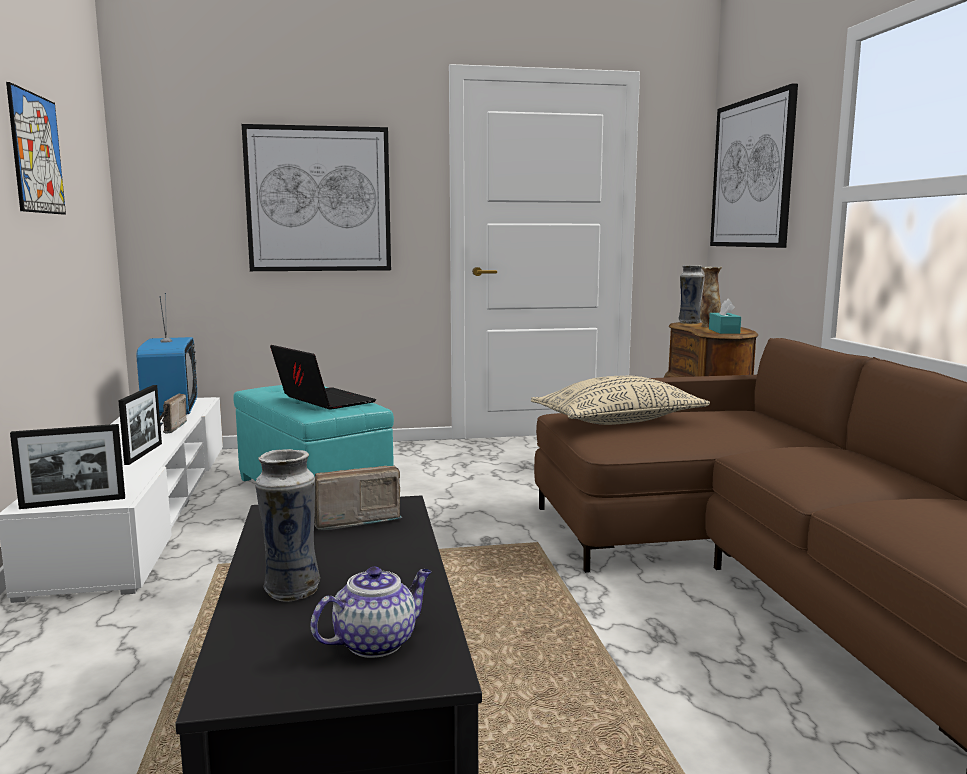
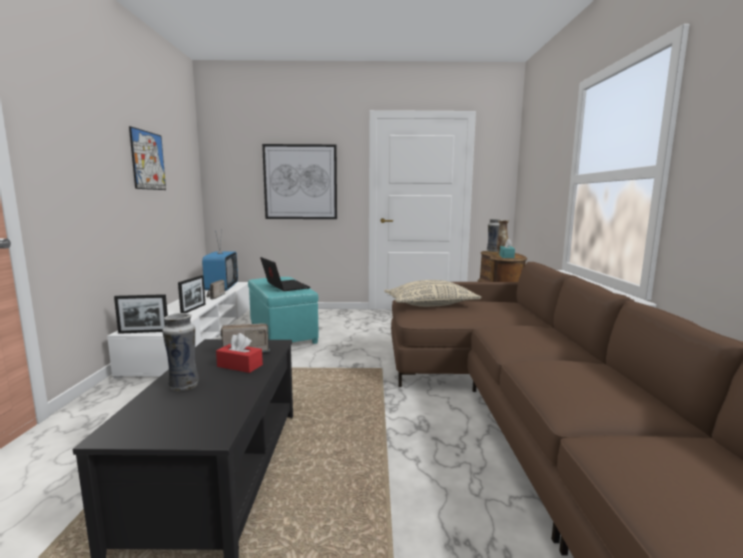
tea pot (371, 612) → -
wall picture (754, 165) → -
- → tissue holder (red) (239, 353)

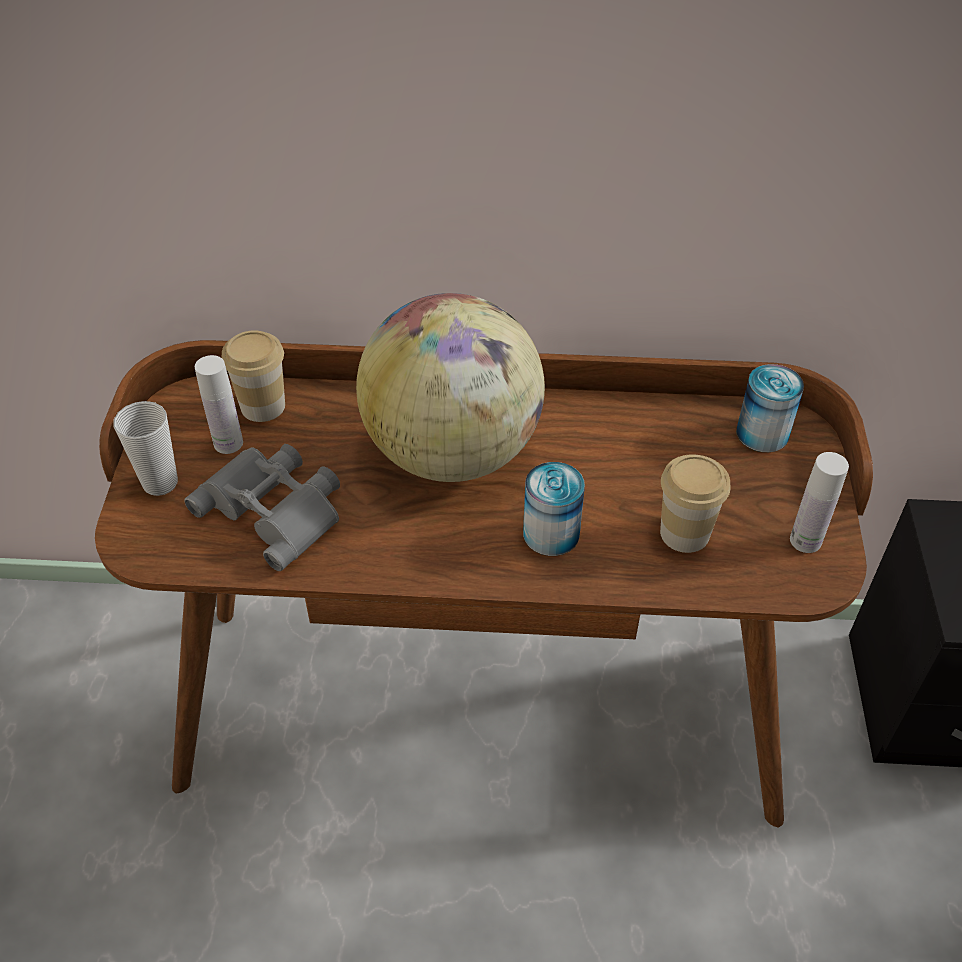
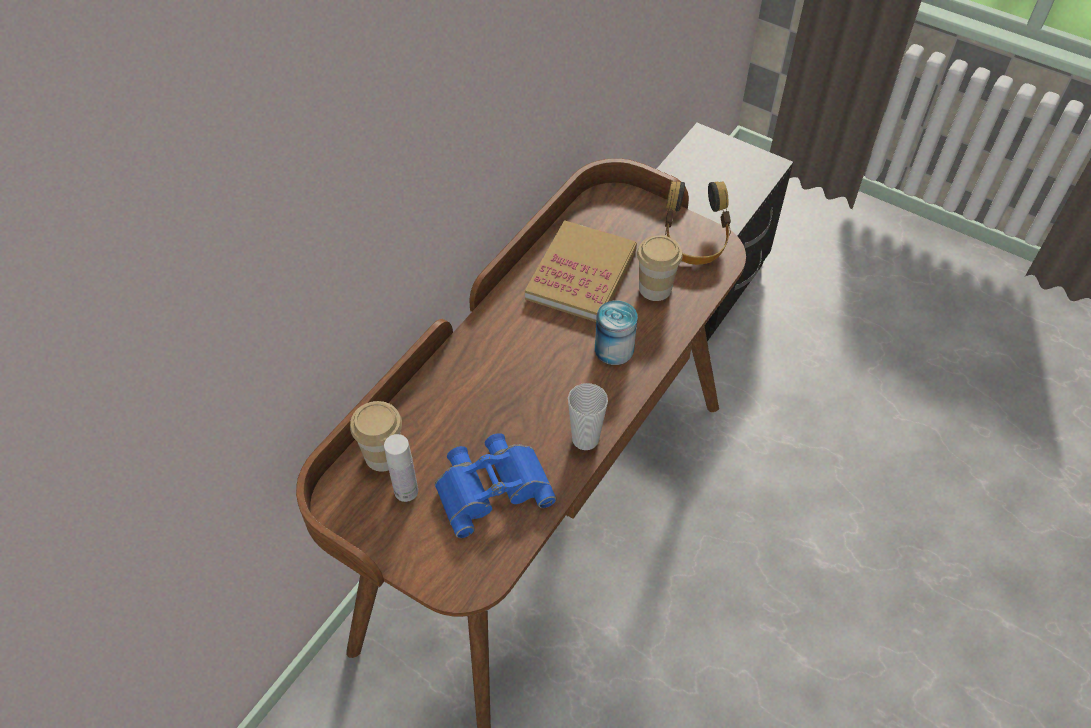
small cup (145, 448) → small cup (588, 416), relocated
pair of binoculars (greyish) (262, 507) → pair of binoculars (blue) (496, 485)
world globe (450, 387) → -
metal can (770, 408) → -
drink bottle (white-coloured) (819, 502) → headset (698, 223)
- → volume (581, 271)

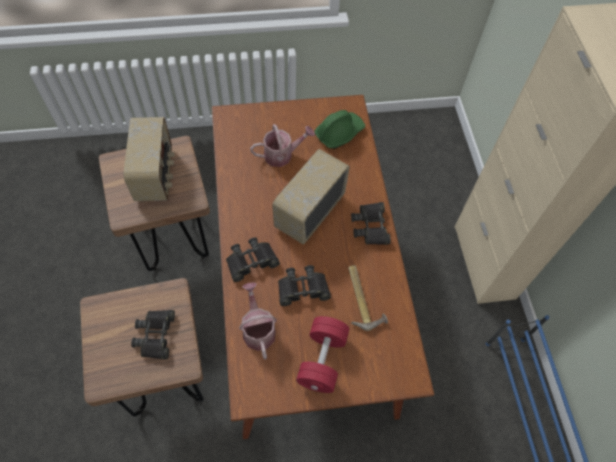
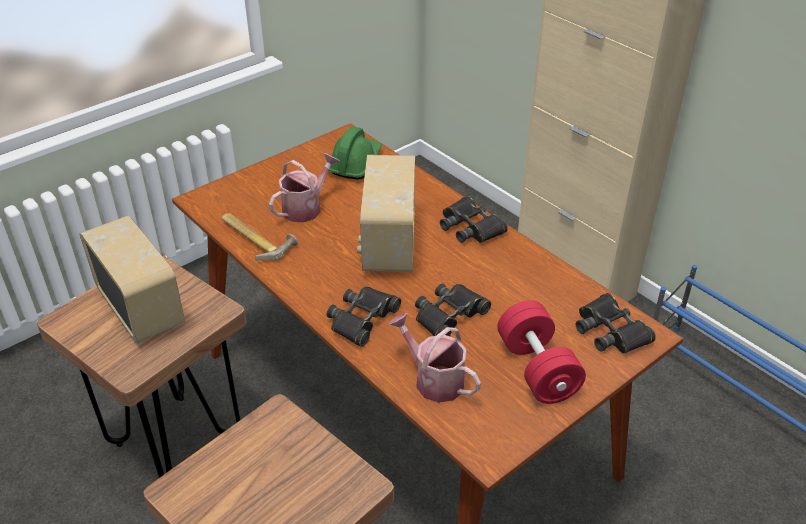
pair of binoculars (black) (153, 335) → pair of binoculars (black) (616, 323), relocated
tool hammer (368, 298) → tool hammer (260, 237), relocated

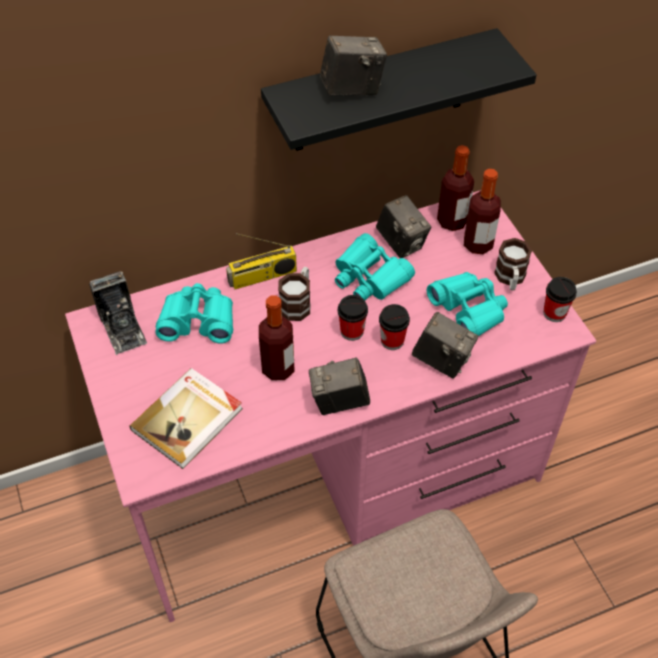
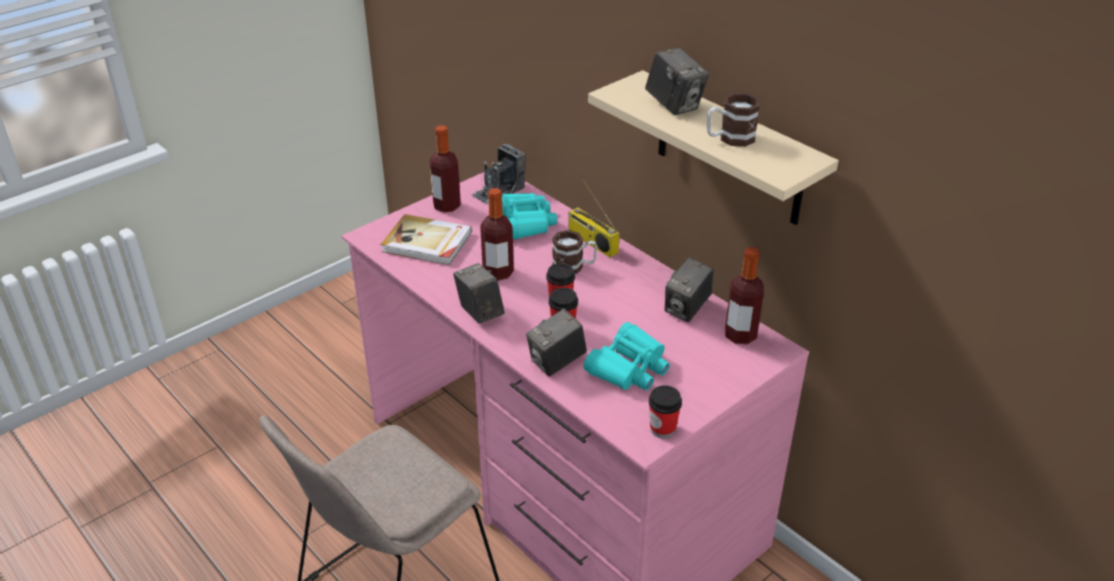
wall shelf (black) (399, 89) → wall shelf (beige-coloured) (713, 147)
pair of binoculars (turquoise) (375, 266) → -
photo camera (445, 345) → photo camera (556, 342), 45 degrees clockwise
drink bottle (482, 211) → drink bottle (445, 168), relocated
mug (513, 264) → mug (733, 120), relocated

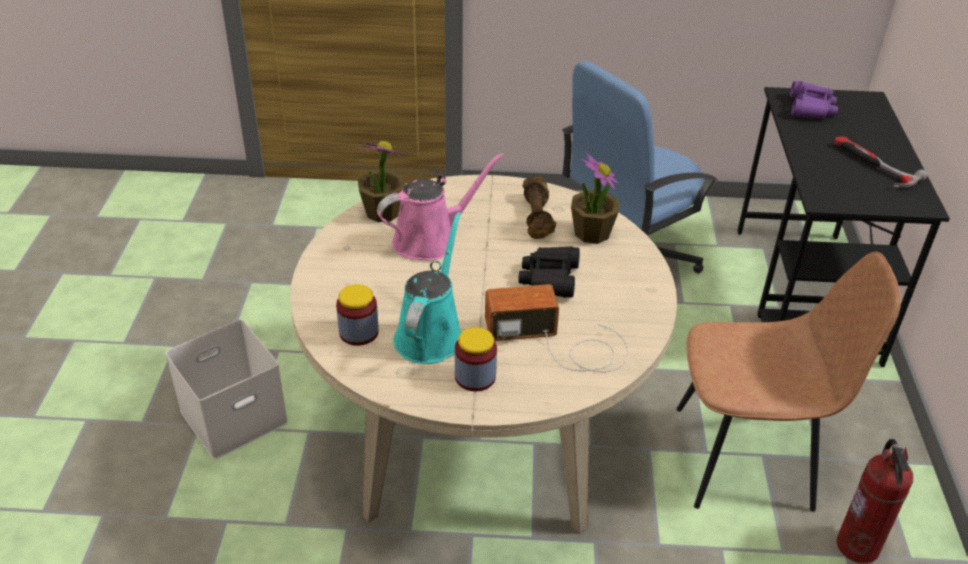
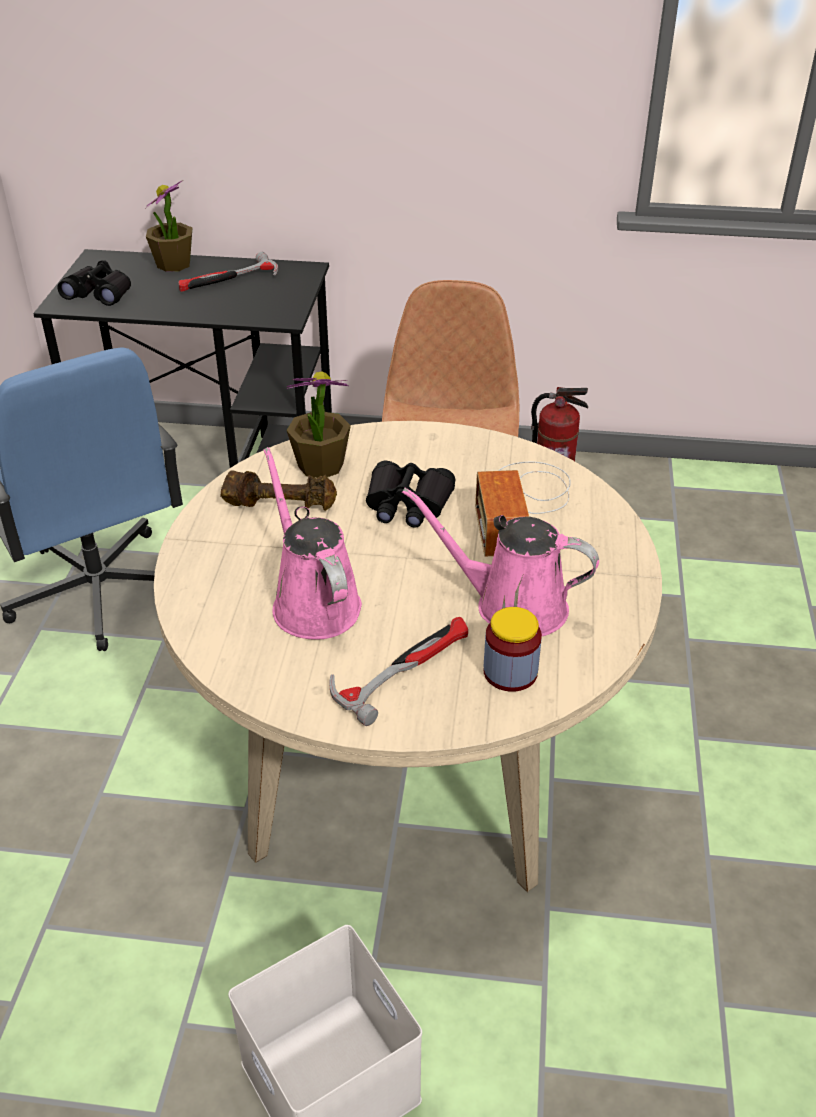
potted plant (381, 181) → potted plant (168, 226), relocated
watering can (turquoise) (427, 288) → watering can (pinkish) (500, 562)
preserve jar (476, 359) → -
pair of binoculars (purple-coloured) (814, 100) → pair of binoculars (black) (94, 283)
- → tool hammer (398, 671)

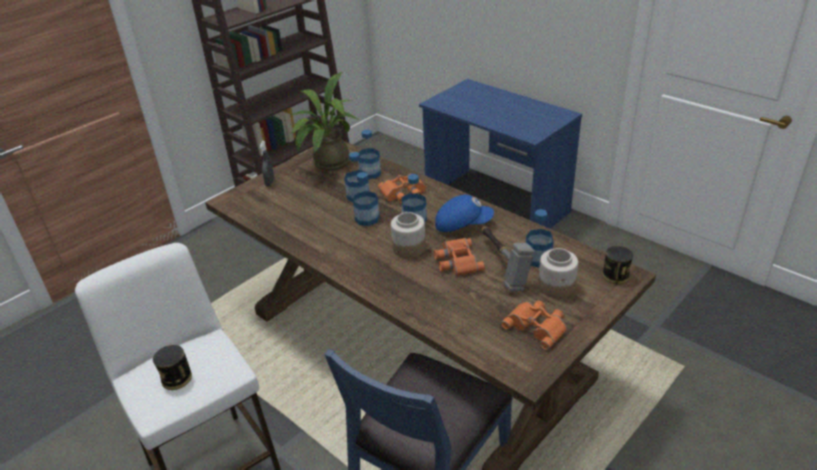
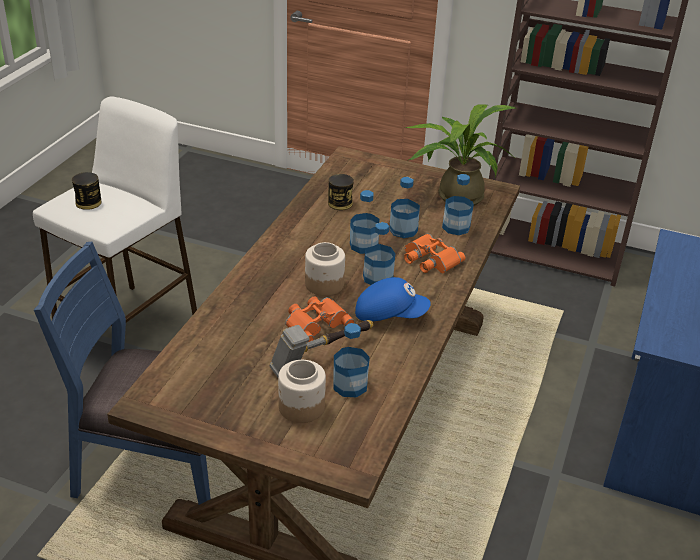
spray bottle (greyish) (267, 163) → -
cap (blue) (464, 213) → cap (blue) (393, 299), 60 degrees counterclockwise
pair of binoculars (orange-coloured) (534, 325) → -
metal can (618, 265) → metal can (341, 192), relocated

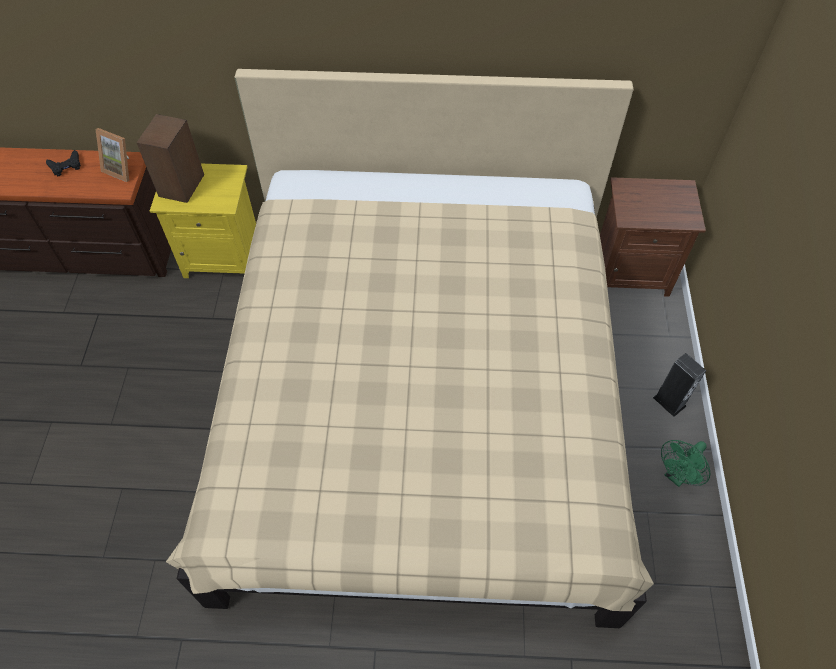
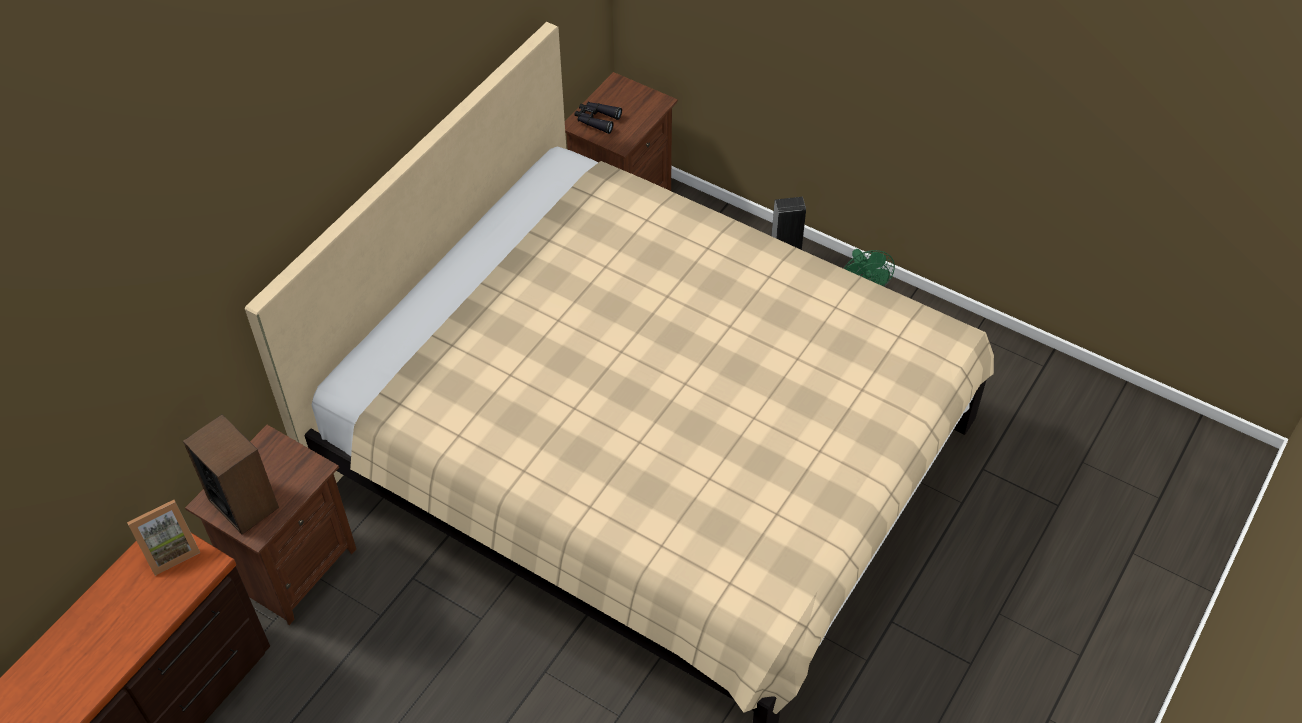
joypad (black) (63, 163) → -
night table (yellow) (203, 221) → night table (brown-coloured) (270, 525)
- → pair of binoculars (black) (598, 118)

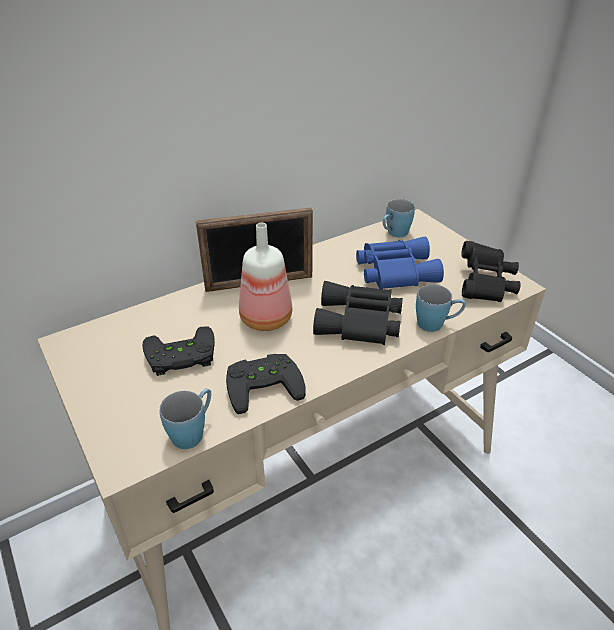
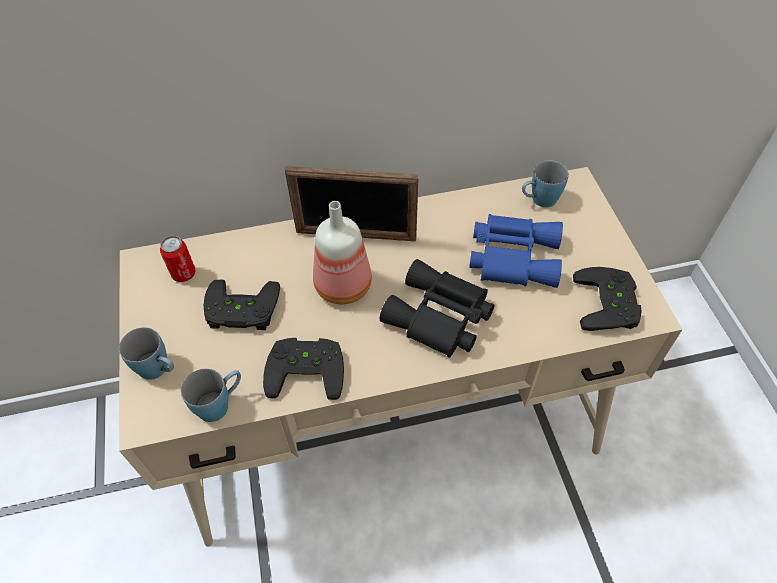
mug (blue) (441, 308) → mug (blue) (146, 353), relocated
pair of binoculars (black) (490, 271) → joypad (black) (607, 299)
- → metal can (178, 259)

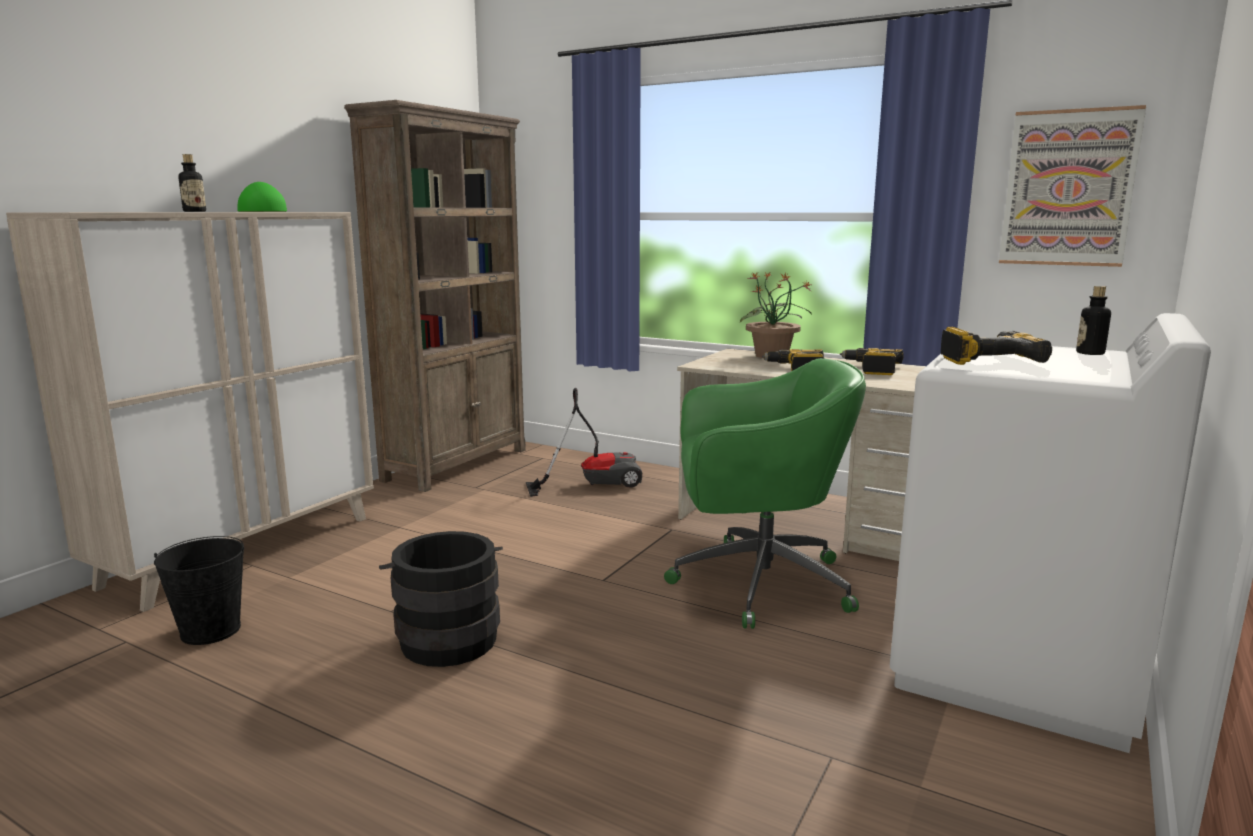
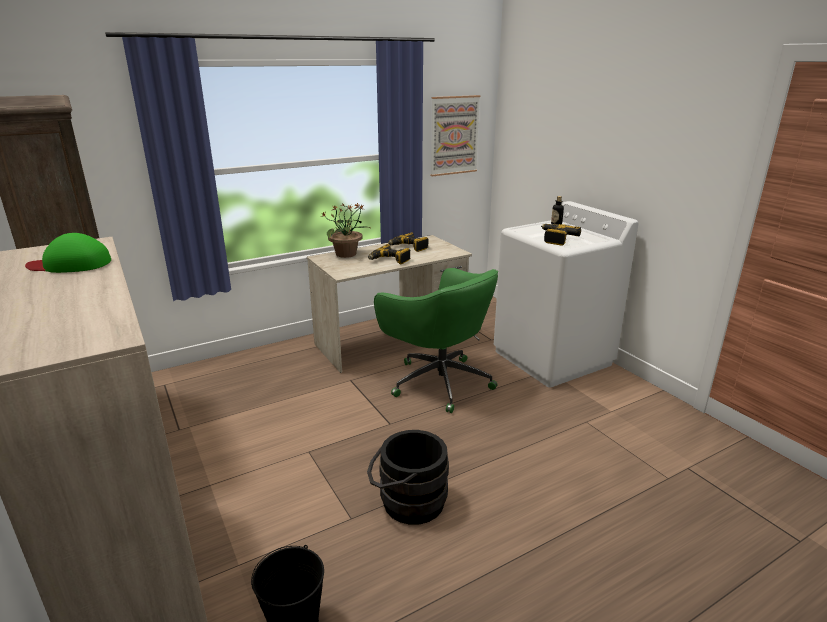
drink bottle (192, 183) → -
vacuum (584, 442) → -
computer chair (green) (765, 493) → computer chair (green) (436, 340), 105 degrees clockwise

